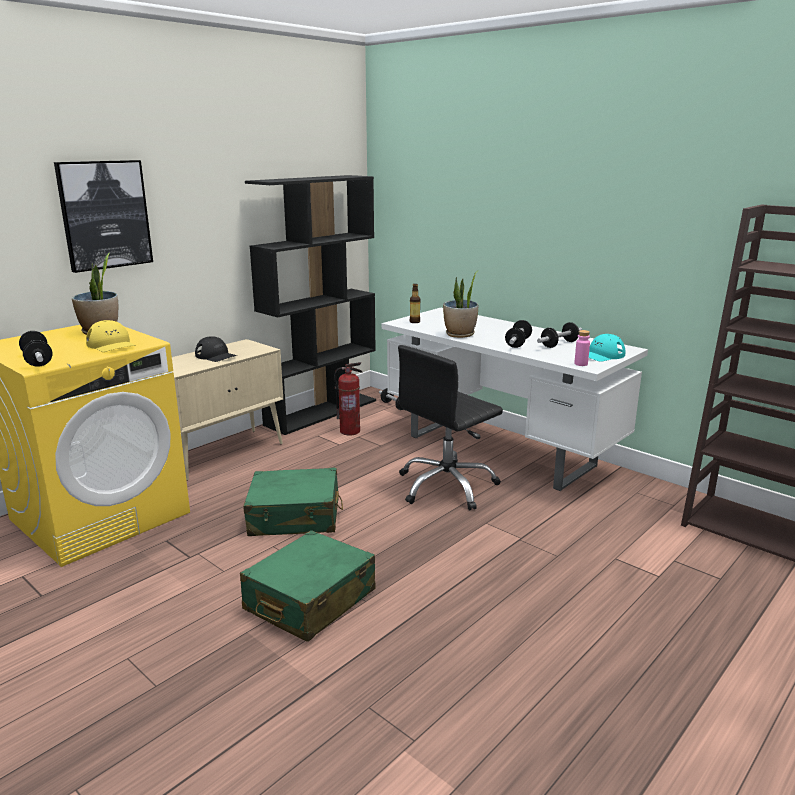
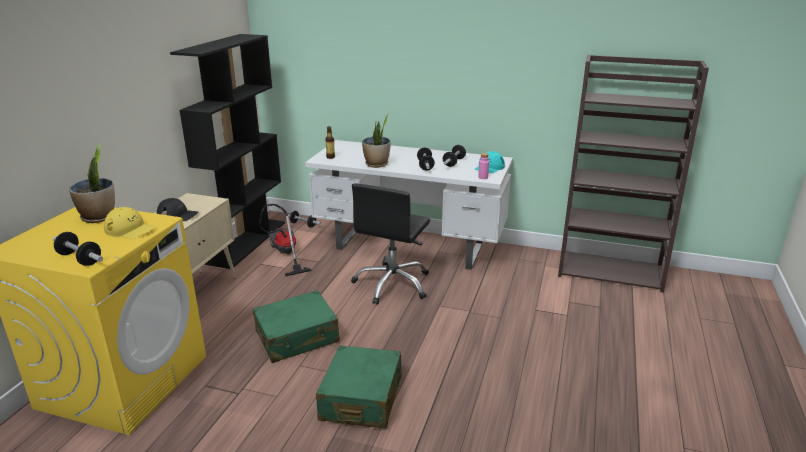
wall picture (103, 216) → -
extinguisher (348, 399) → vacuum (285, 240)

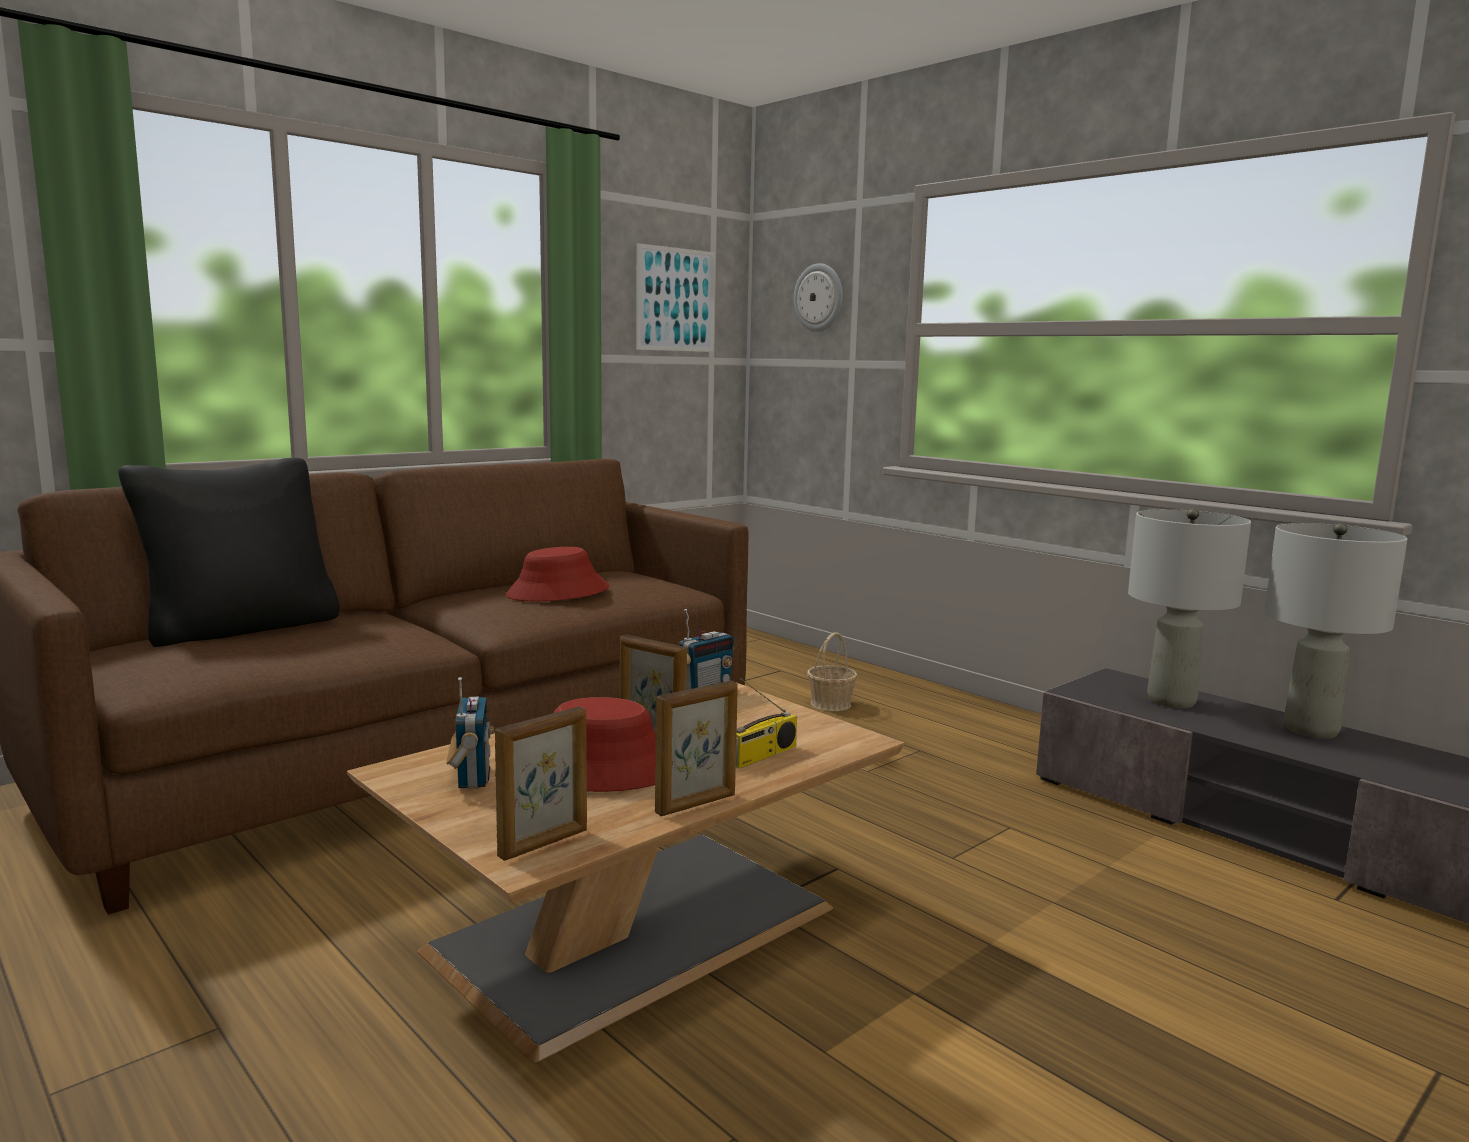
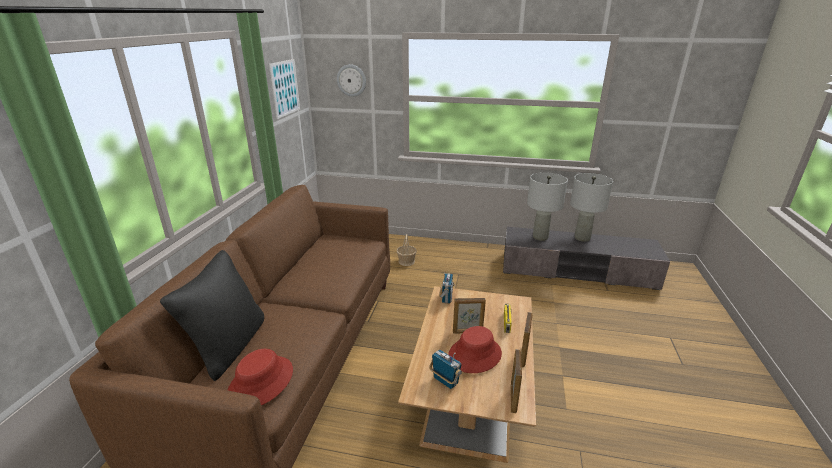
wearable hat (red) (557, 574) → wearable hat (red) (260, 377), relocated

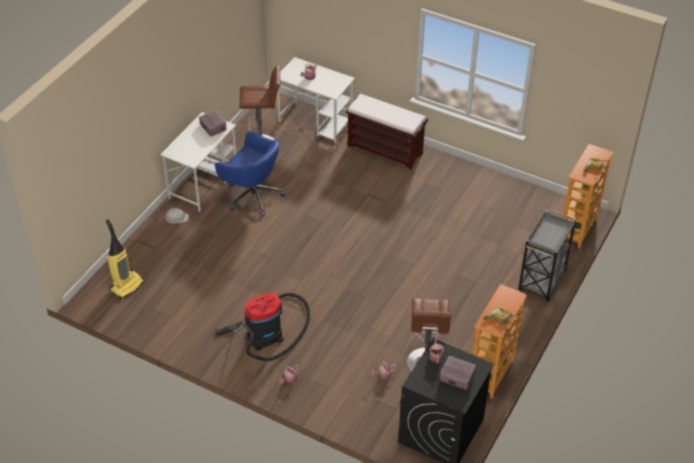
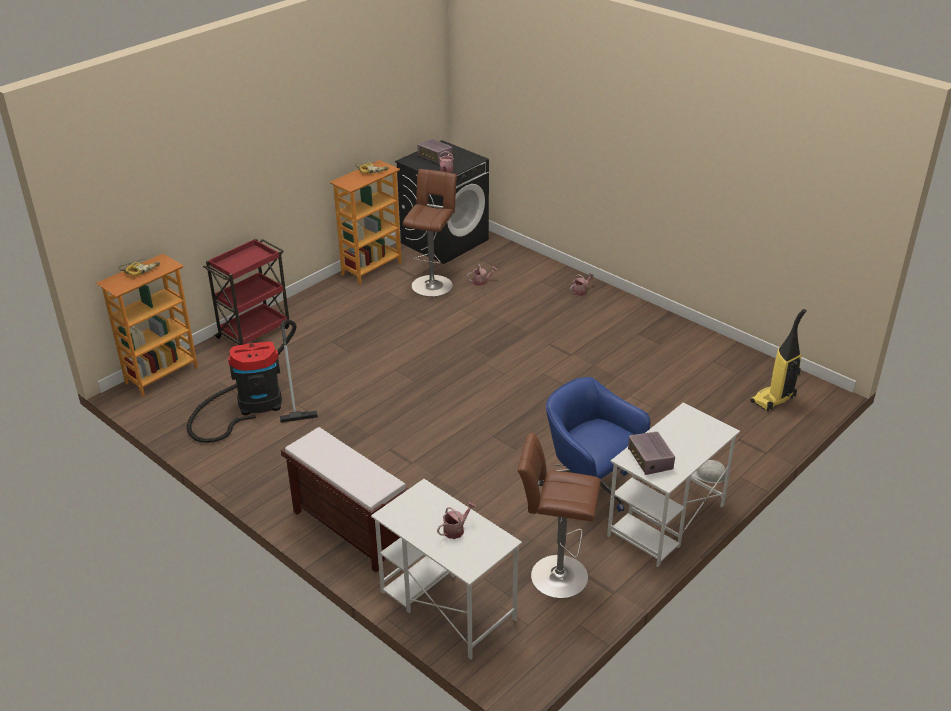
vacuum (263, 327) → vacuum (252, 381), relocated
trolley (greyish) (547, 255) → trolley (red) (246, 291)

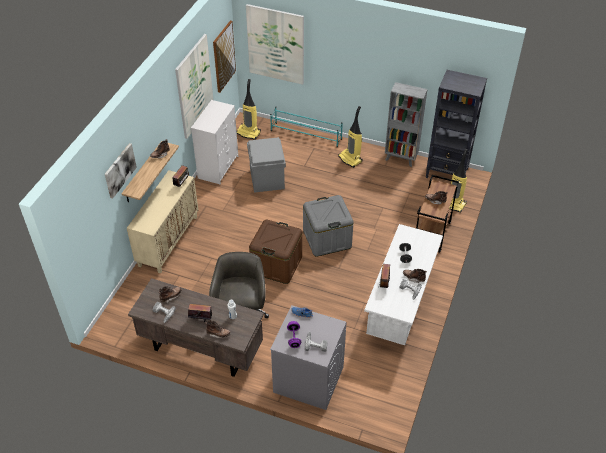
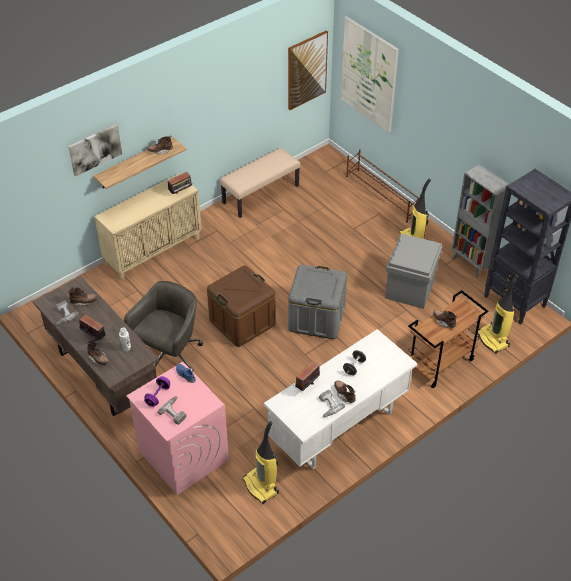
wall picture (194, 86) → -
drawer chest (white-coloured) (214, 142) → long seat (beige-coloured) (260, 183)
vacuum (248, 109) → vacuum (261, 462), relocated
storage container (greyish) (266, 165) → storage container (greyish) (413, 271), relocated
shoe shelf (turquoise) (306, 126) → shoe shelf (brown-coloured) (383, 185)
washing machine (greyish) (308, 357) → washing machine (pinkish) (178, 428)

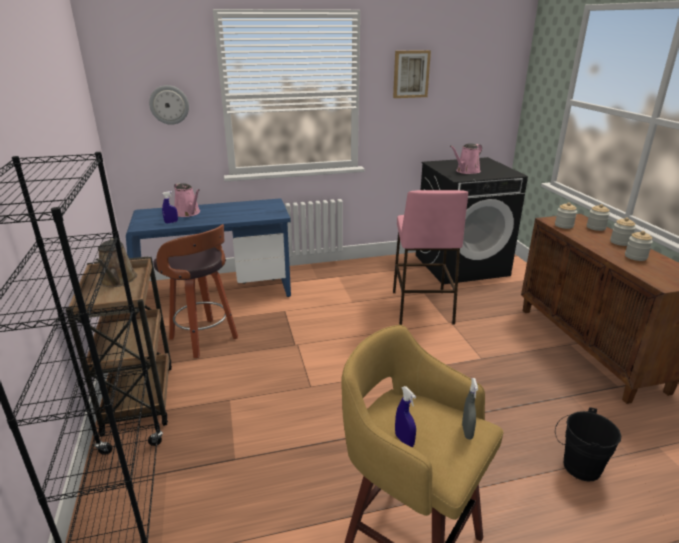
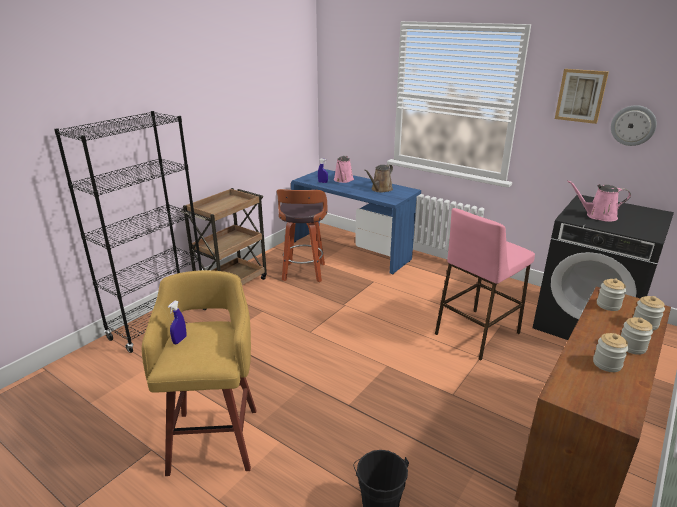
watering can (brown-coloured) (116, 262) → watering can (brown-coloured) (378, 178), relocated
wall clock (169, 105) → wall clock (634, 125), relocated
spray bottle (greyish) (470, 408) → -

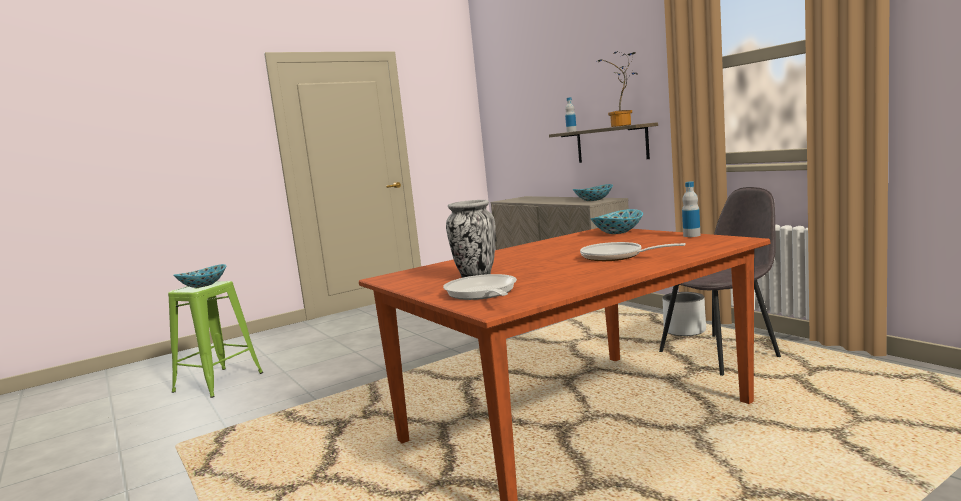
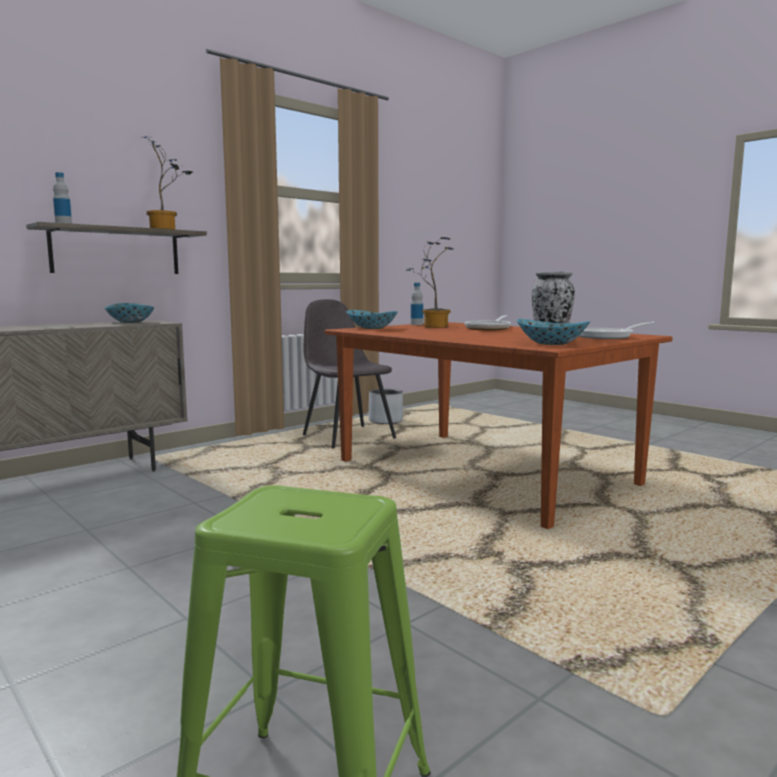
bowl (199, 276) → bowl (553, 332), relocated
flower pot (greyish) (684, 314) → flower pot (greyish) (386, 406), relocated
- → potted plant (429, 282)

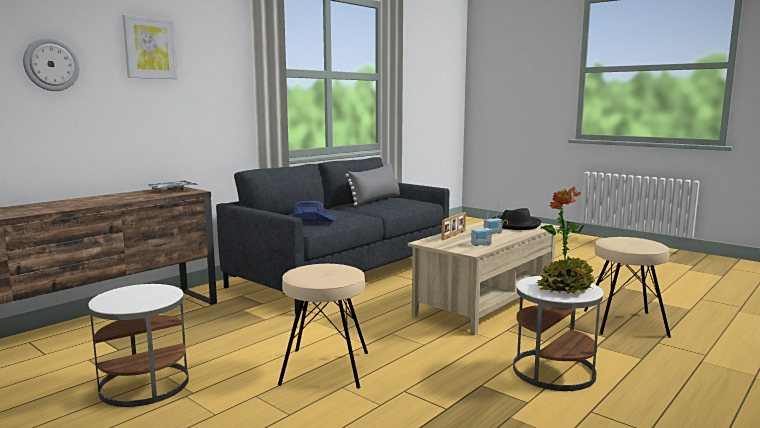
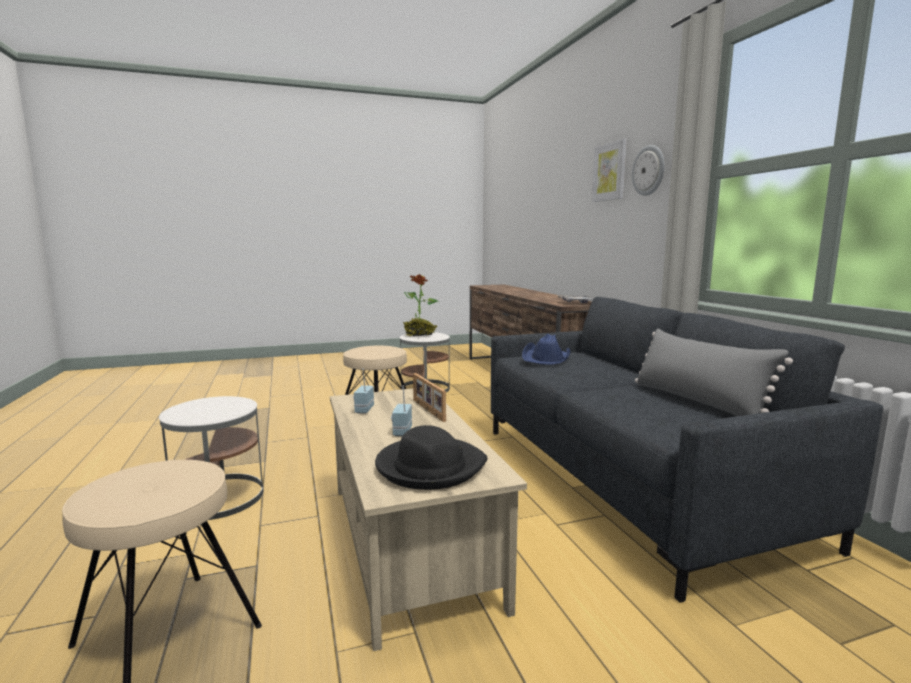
wall clock (51, 64) → wall clock (648, 170), relocated
potted plant (566, 240) → potted plant (420, 305), relocated

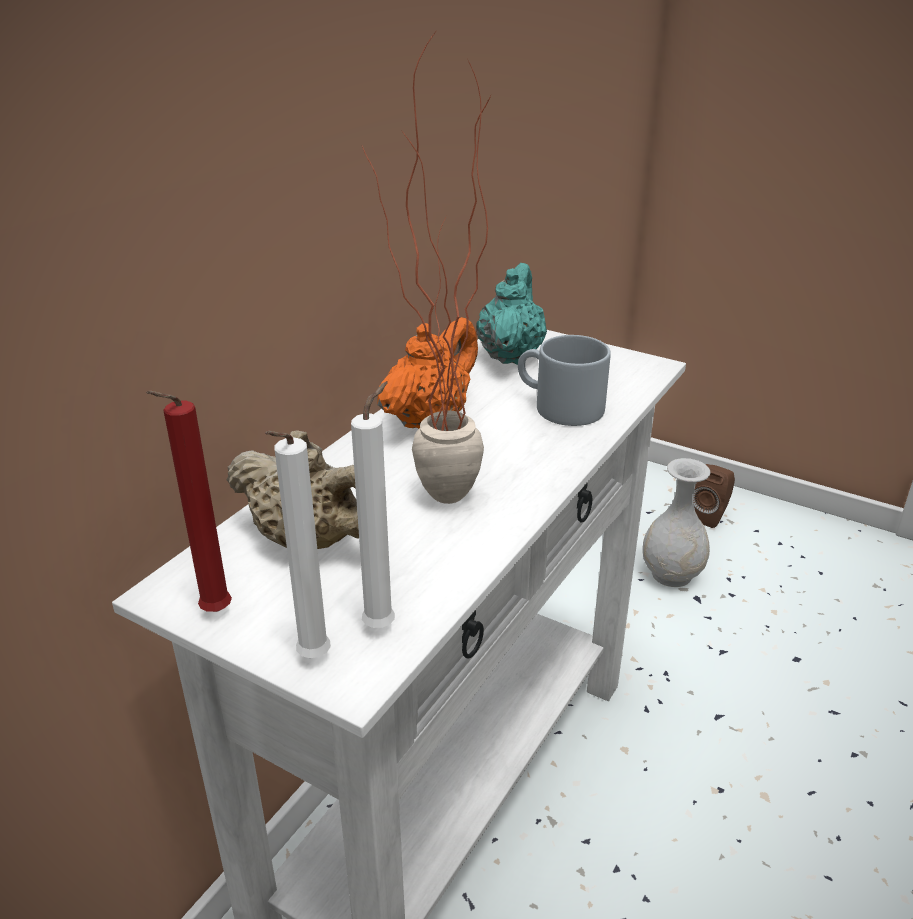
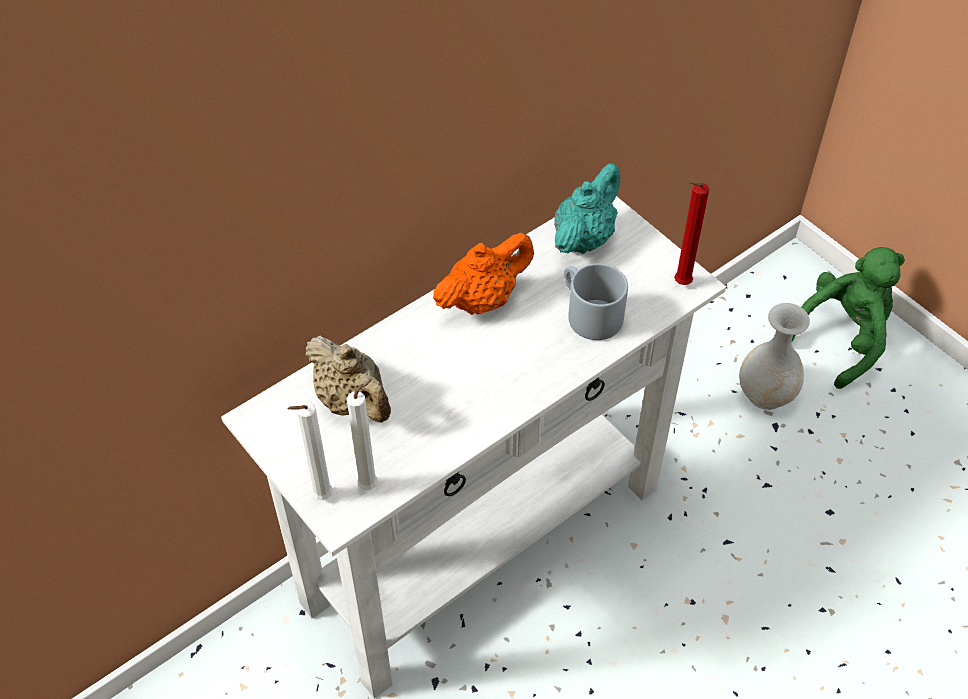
wax candle (red) (189, 501) → wax candle (red) (691, 233), relocated
potted plant (426, 266) → -
speaker (brown-coloured) (714, 496) → soft toy (green) (848, 318)

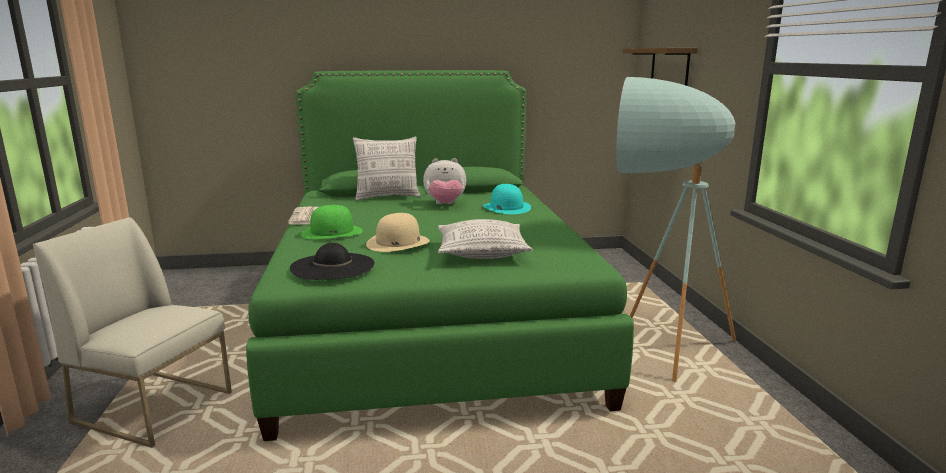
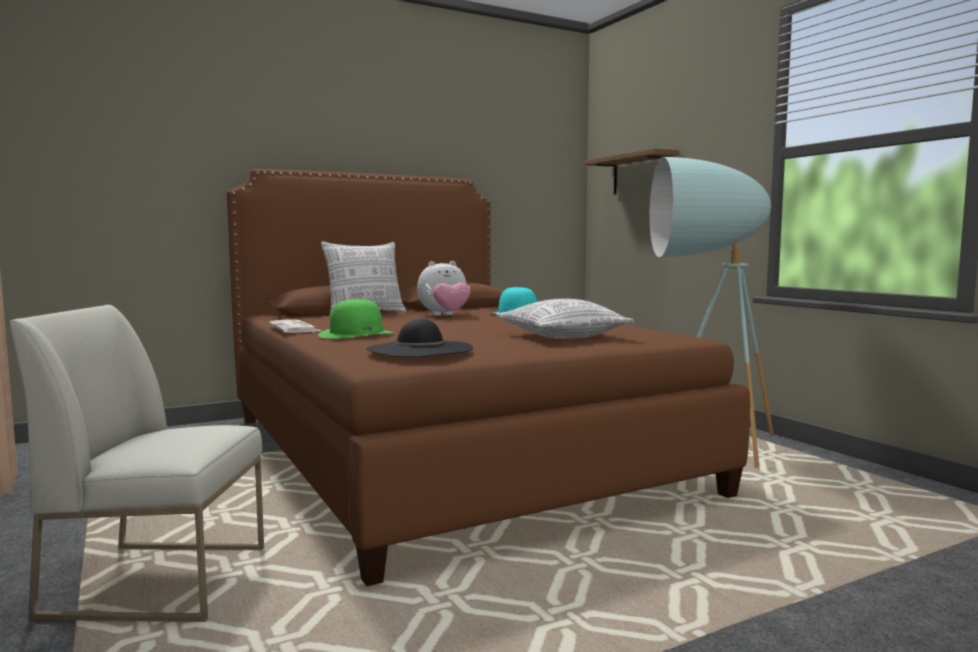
sleeping bed (green) (440, 255) → sleeping bed (brown-coloured) (488, 377)
wearable hat (beige-coloured) (398, 232) → -

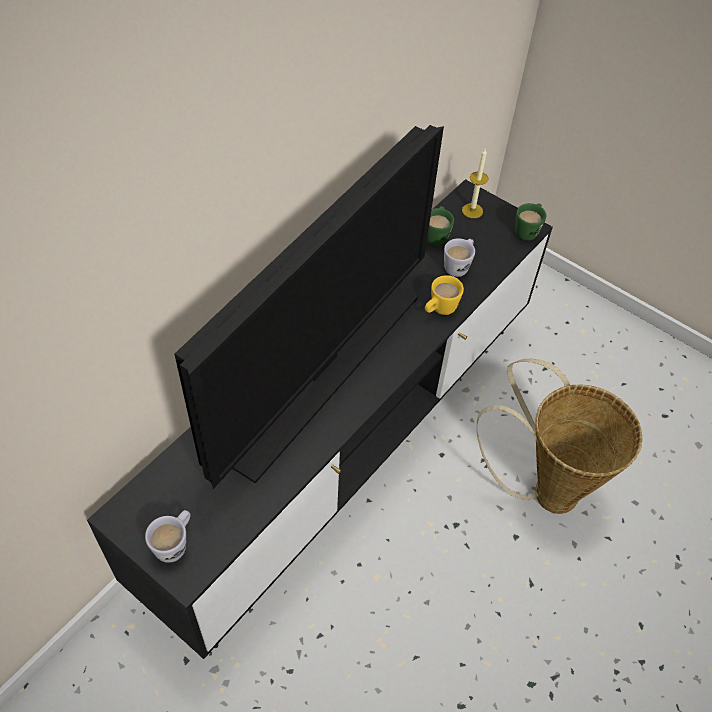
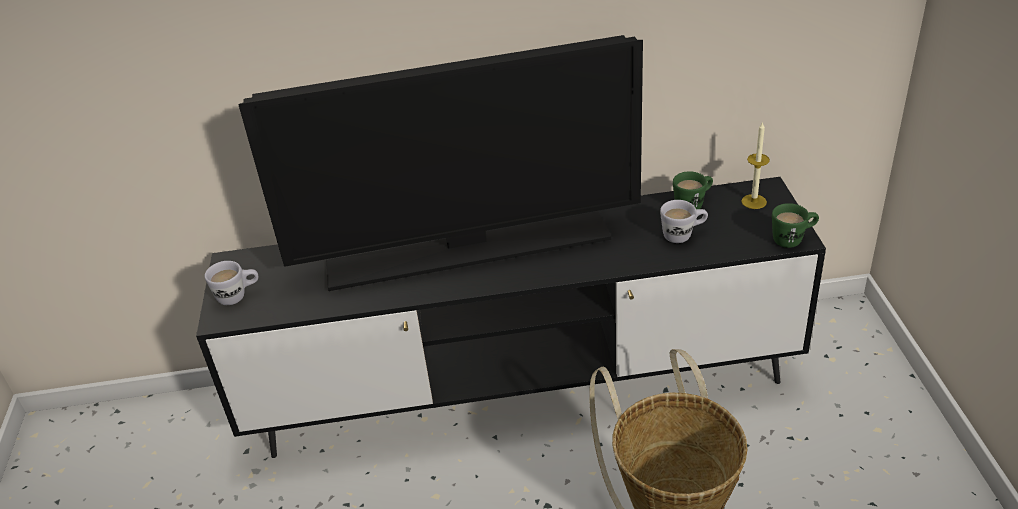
mug (yellow) (444, 295) → -

